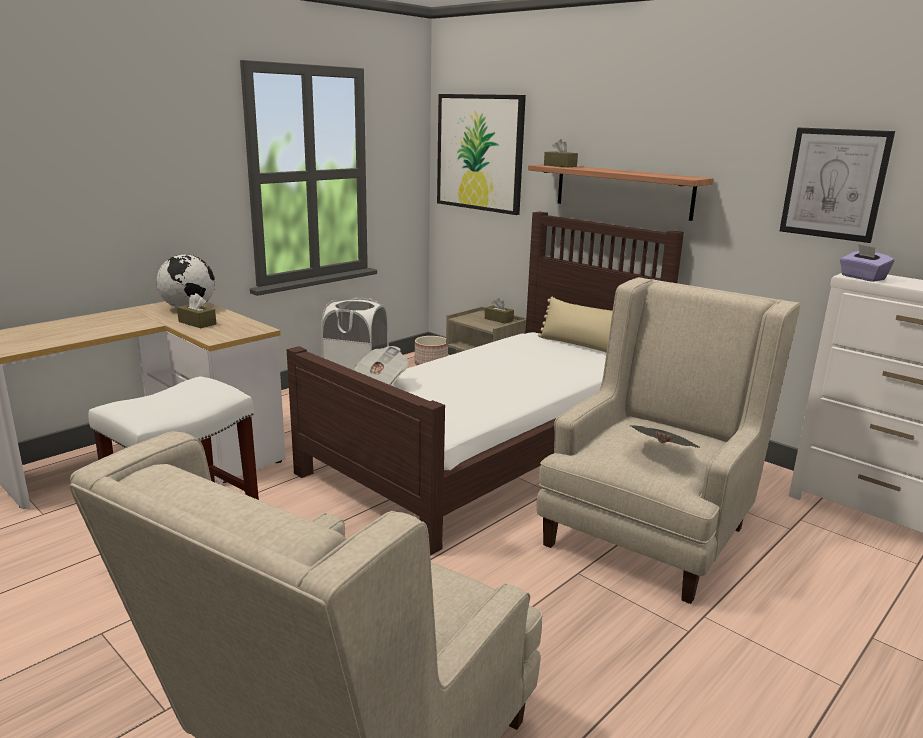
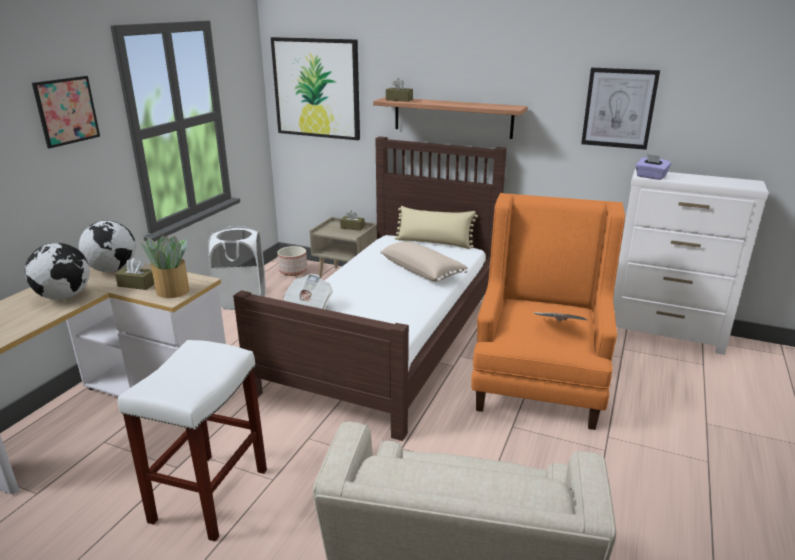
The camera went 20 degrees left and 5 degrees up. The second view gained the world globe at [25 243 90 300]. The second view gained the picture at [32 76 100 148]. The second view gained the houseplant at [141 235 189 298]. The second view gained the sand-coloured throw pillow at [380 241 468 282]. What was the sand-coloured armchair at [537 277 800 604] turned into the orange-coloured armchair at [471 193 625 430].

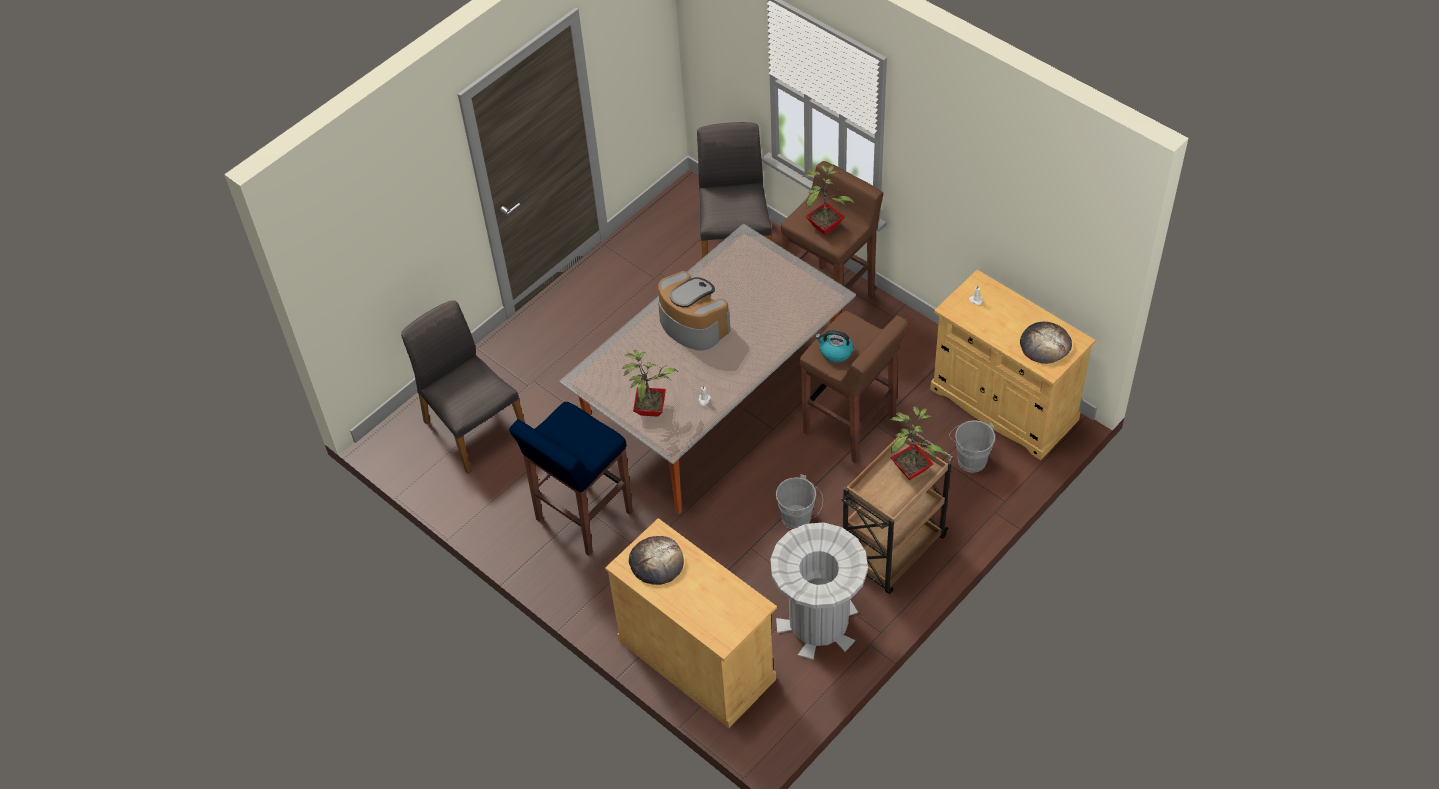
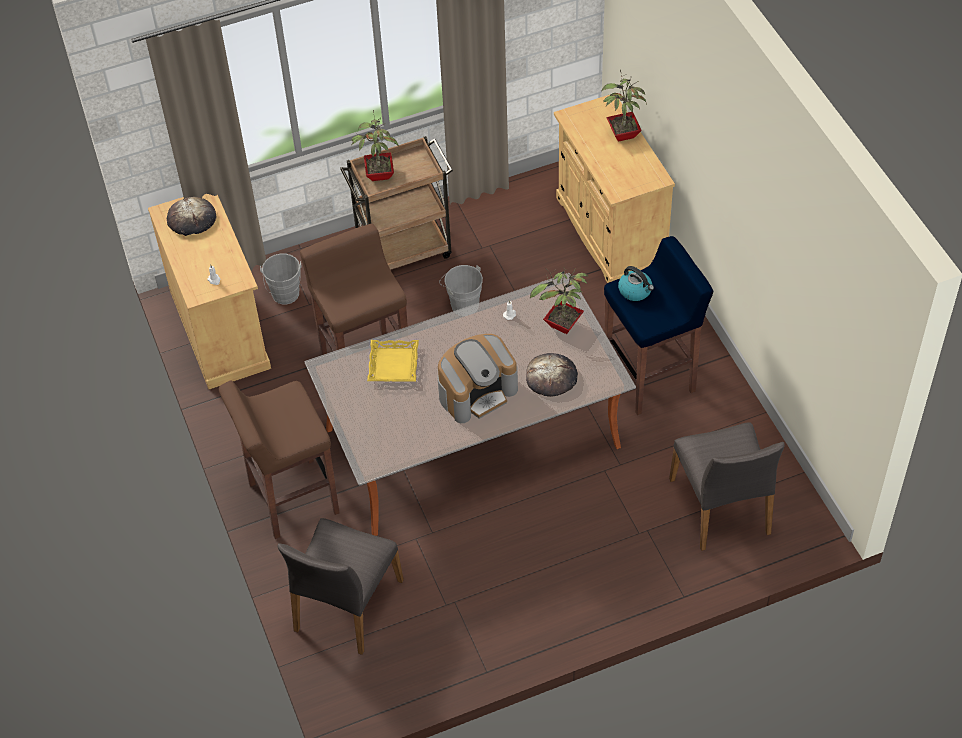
The camera went 155 degrees left and 0 degrees up. The second view lost the gray waste bin at [770 523 868 660]. The second view gained the yellow tray at [367 340 419 382]. The bakery bread ended up elsewhere, having gone from [629 536 684 585] to [526 353 578 397]. The houseplant ended up elsewhere, having gone from [803 165 855 235] to [601 70 647 142]. The tea kettle ended up elsewhere, having gone from [815 330 853 362] to [618 266 654 301]. The coffee maker at [658 271 730 351] ended up facing another way, 105 degrees counterclockwise from before.

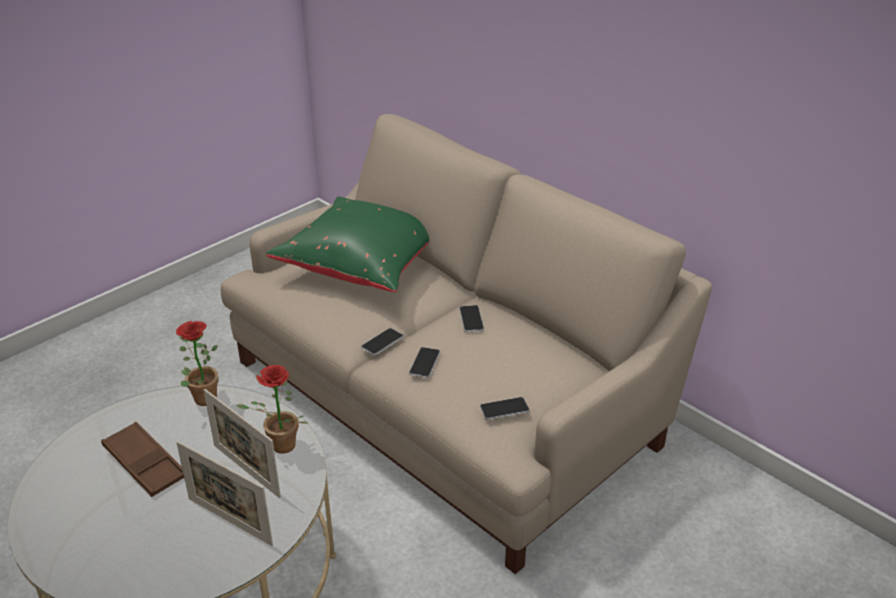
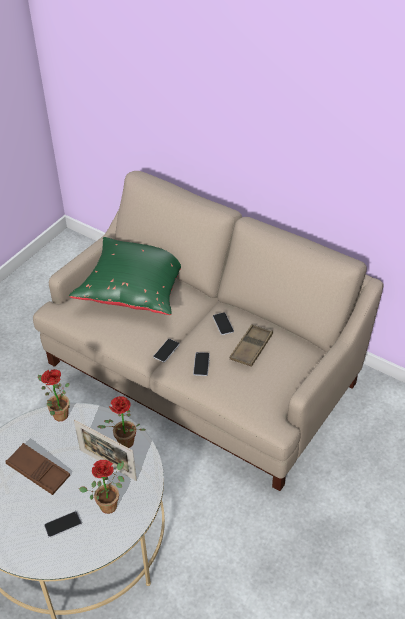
The camera went 10 degrees left and 10 degrees up. The second view gained the brown tray at [230 324 273 367]. The handset ended up elsewhere, having gone from [480 397 530 420] to [44 511 82 538]. Where the photo frame stood at [176 441 273 546], the houseplant came to stand at [79 460 124 514].

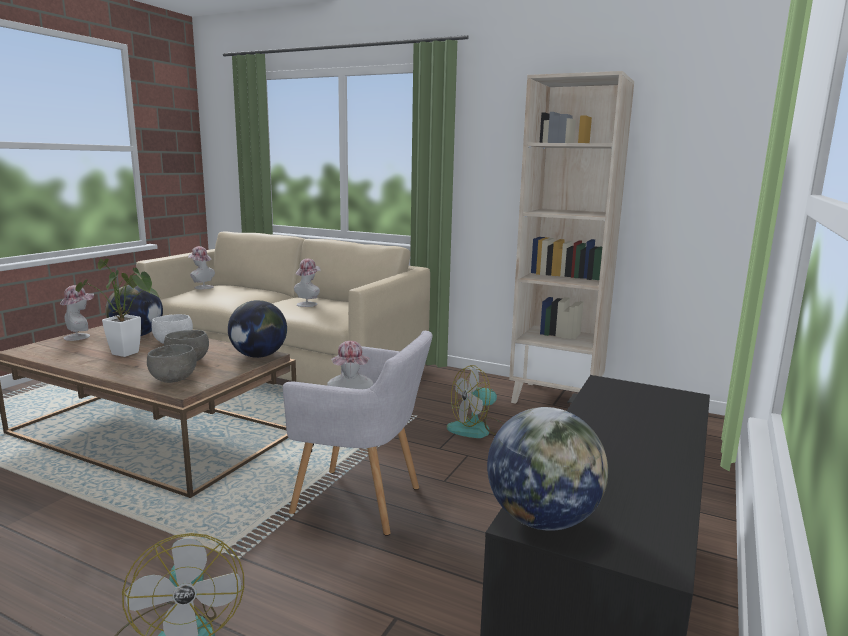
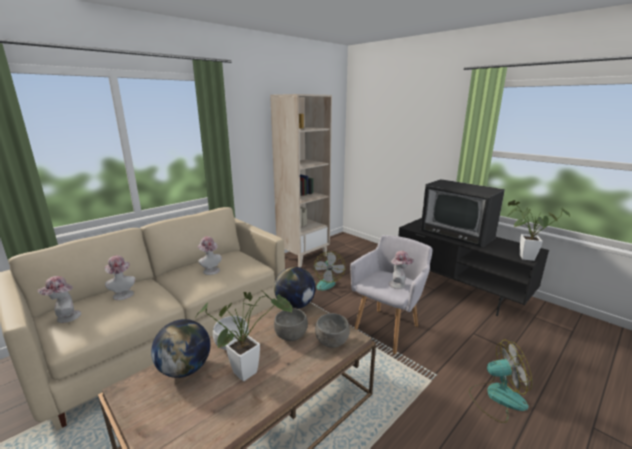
The camera went 70 degrees left and 5 degrees up. The second view gained the television at [421 179 505 247]. The hat ended up elsewhere, having gone from [60 285 94 341] to [105 255 135 300]. Where the world globe stood at [487 407 608 531], the houseplant came to stand at [507 200 570 261].

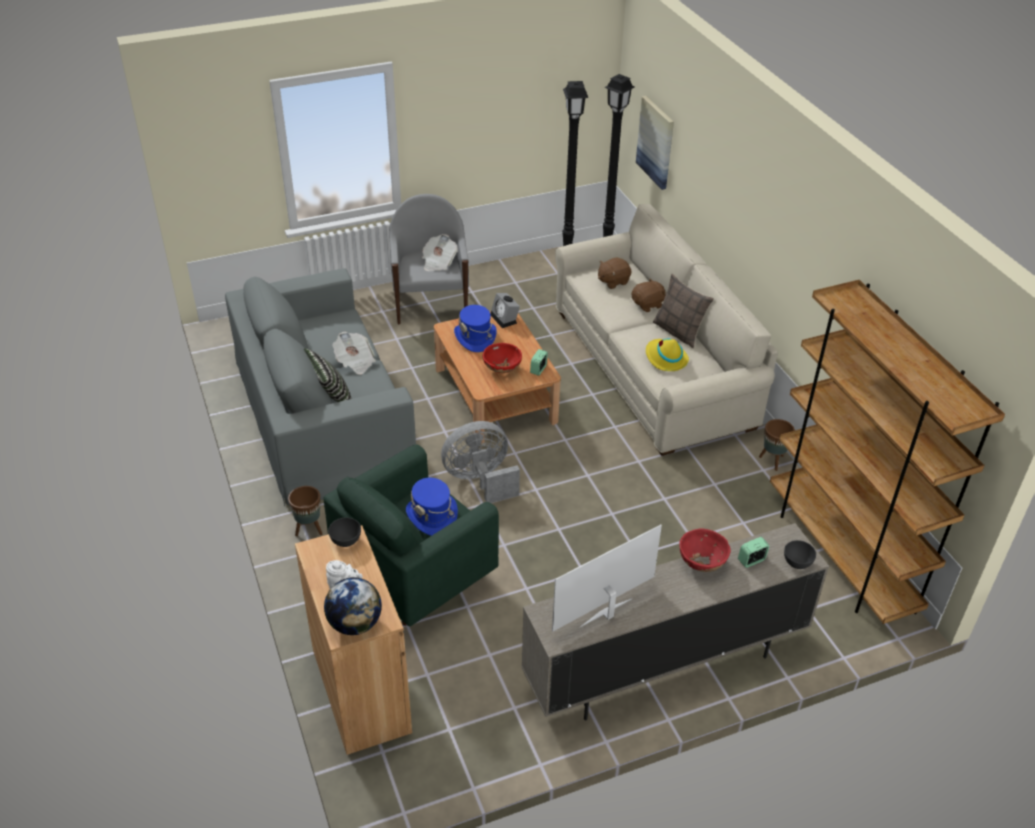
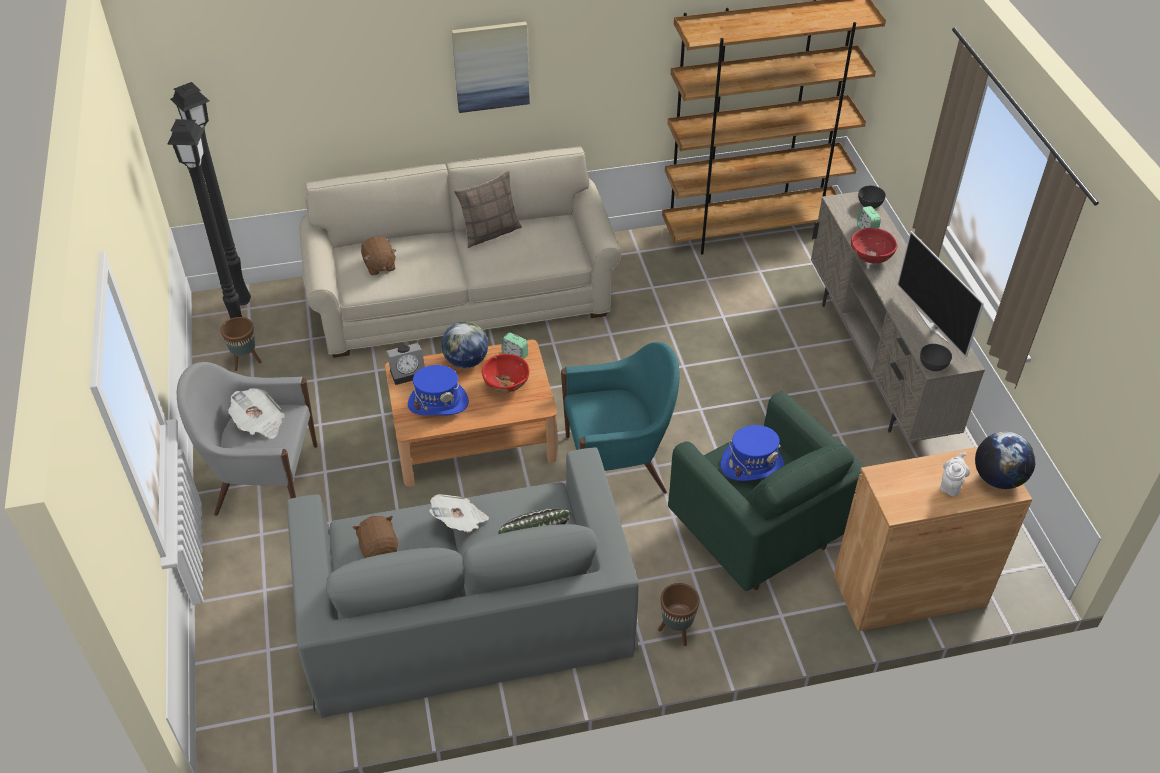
The camera went 80 degrees left and 5 degrees up. The second view lost the yellow hat at [646 339 689 371]. The second view gained the world globe at [441 321 488 368]. The gray bowl ended up elsewhere, having gone from [328 517 361 547] to [920 344 952 371]. The brown cuddly toy ended up elsewhere, having gone from [632 279 666 312] to [353 516 398 558]. The picture ended up elsewhere, having gone from [636 96 674 190] to [452 22 530 113]. The brown plant pot ended up elsewhere, having gone from [759 419 795 471] to [221 317 261 371]. Where the gray fan stood at [441 421 520 503], the turquoise armchair came to stand at [561 342 680 494].

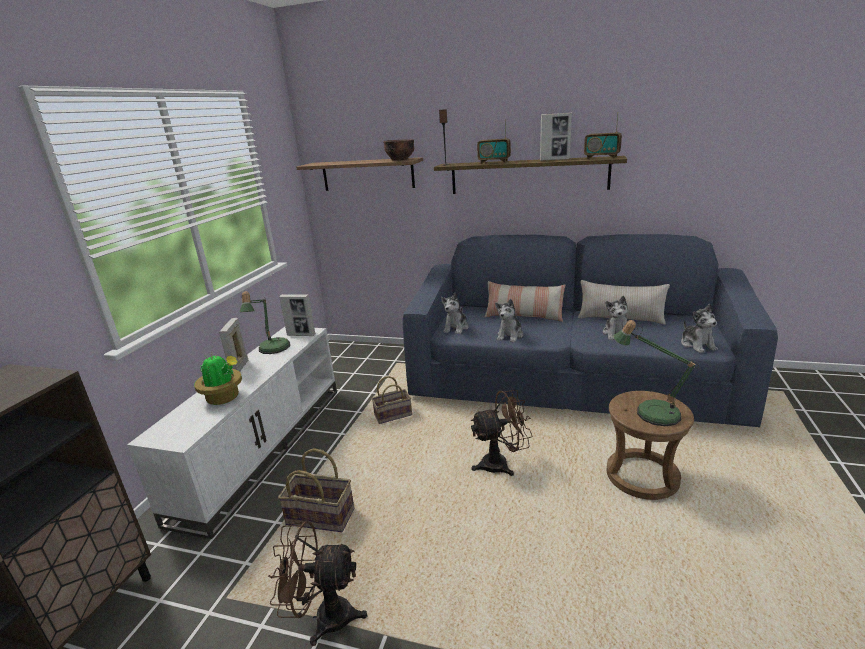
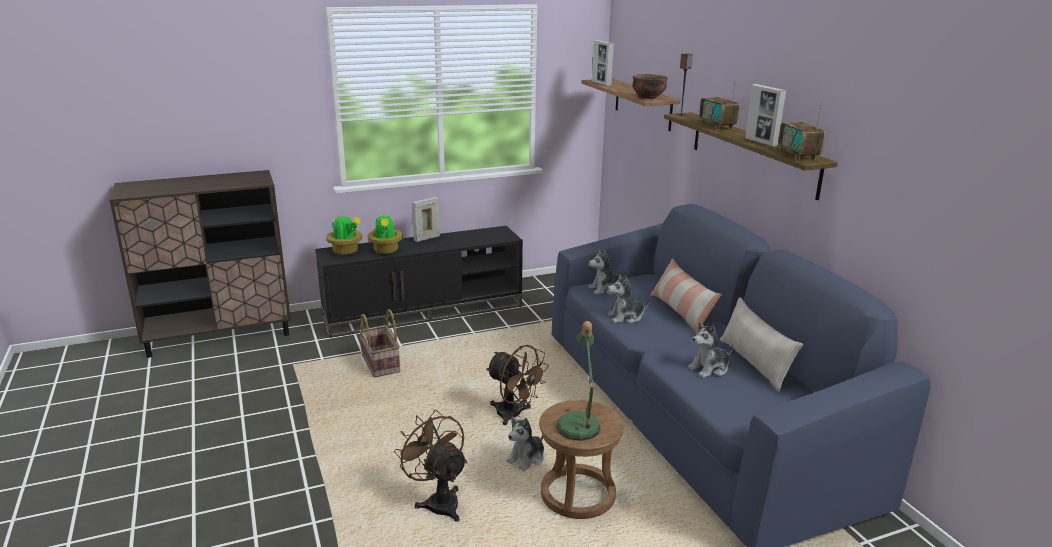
The camera went 50 degrees right and 0 degrees up. The second view lost the lamp for a table at [239 291 290 354]. The second view lost the household basket at [371 376 412 424]. The second view gained the houseplant at [326 214 362 255]. The brown fan ended up elsewhere, having gone from [268 521 367 646] to [394 410 467 522]. The photo frame ended up elsewhere, having gone from [279 294 315 336] to [592 40 614 86]. The cuddly toy ended up elsewhere, having gone from [681 304 718 353] to [507 416 544 471]. What was the white-coloured tv stand at [127 327 337 539] turned into the blackish tv stand at [315 226 523 338].

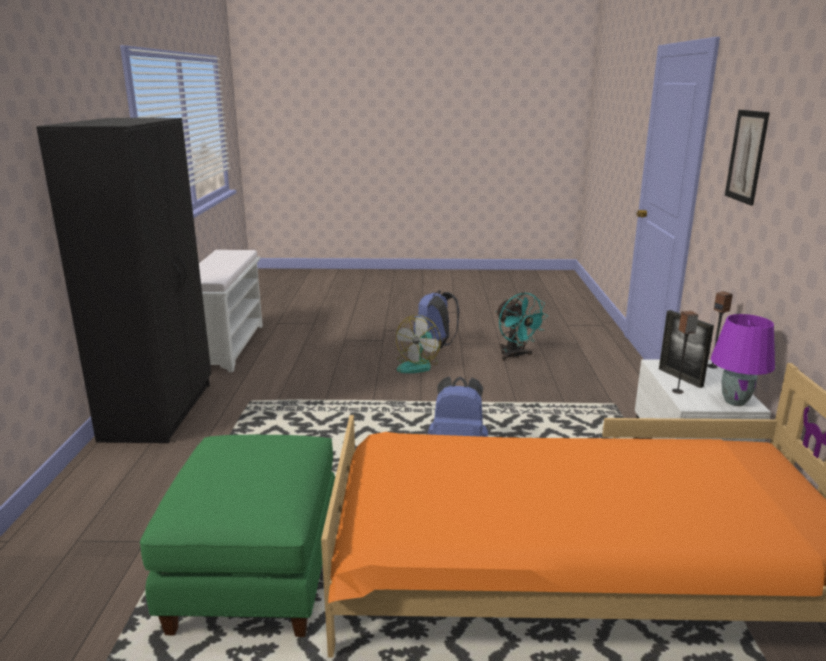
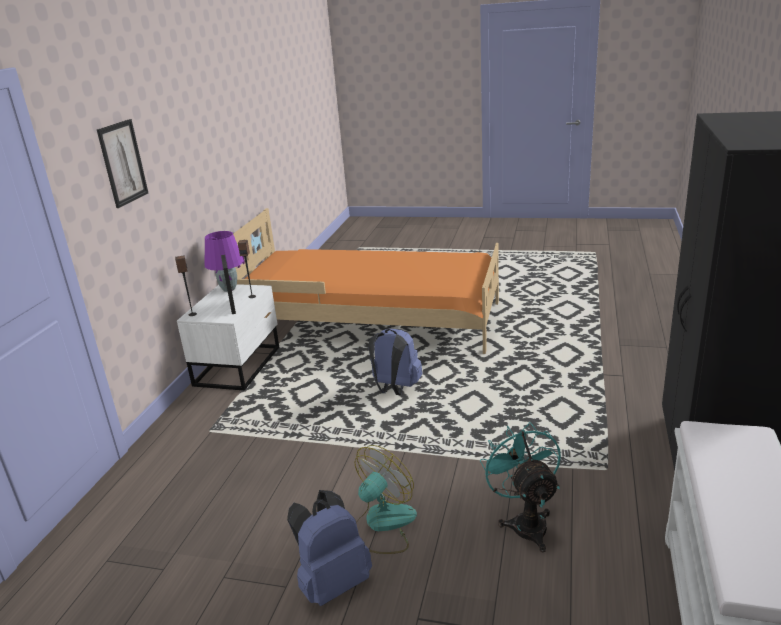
The camera went 165 degrees left and 5 degrees up. The second view lost the green footrest at [140 435 335 637]. The turquoise fan ended up elsewhere, having gone from [496 292 548 361] to [480 422 561 553].

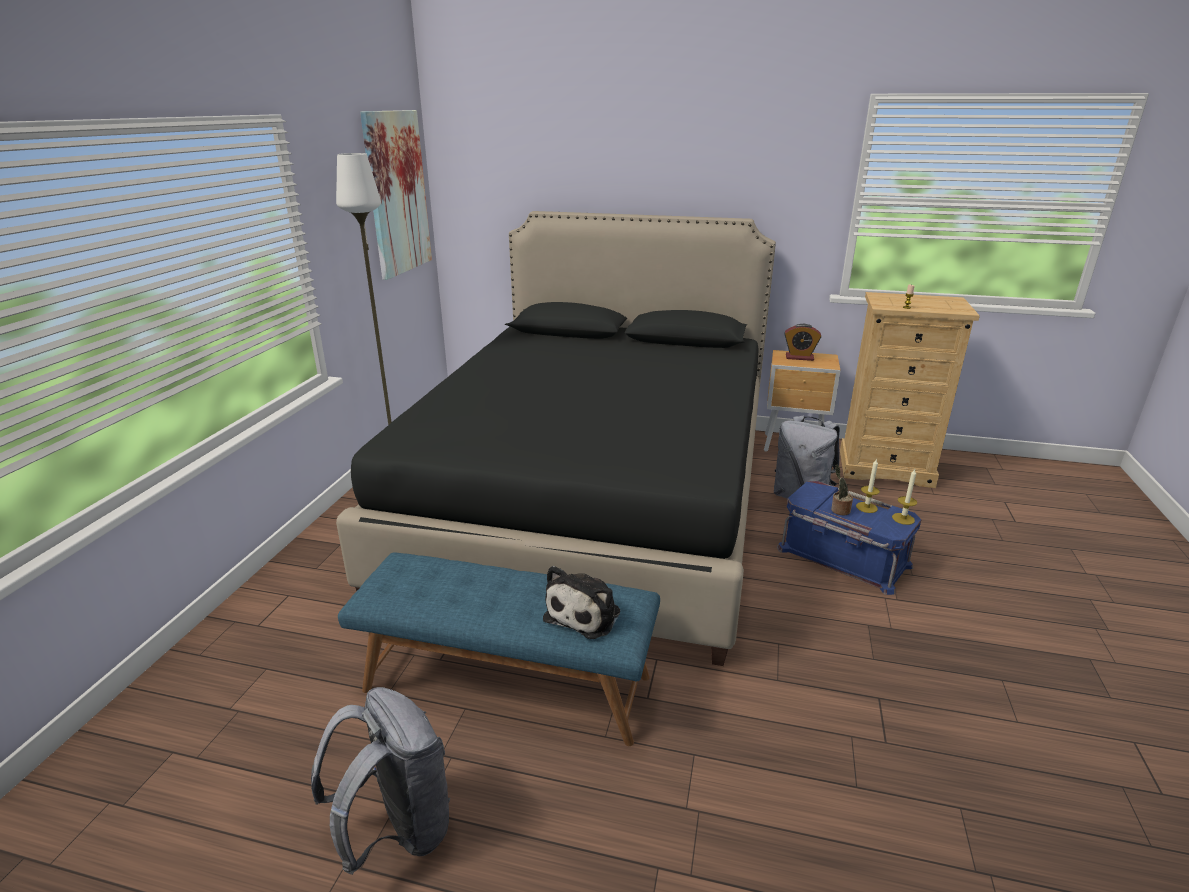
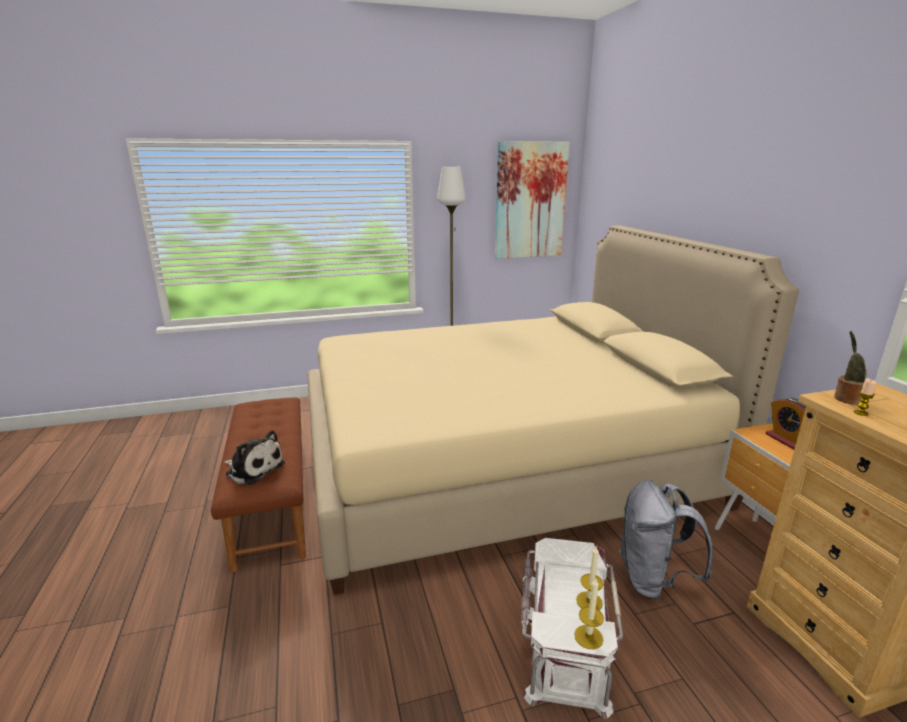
The camera went 60 degrees right and 5 degrees down. The second view lost the gray backpack at [311 687 450 875]. The houseplant ended up elsewhere, having gone from [831 465 853 516] to [834 331 867 405]. What was the blackish sleeping bed at [336 211 776 666] turned into the sand-coloured sleeping bed at [307 226 799 595]. What was the blue bench at [338 552 660 746] turned into the brown bench at [211 397 306 572]. What was the blue storage container at [777 481 921 595] turned into the white-coloured storage container at [521 538 623 719]. The cuddly toy at [543 566 620 639] ended up facing another way, 150 degrees counterclockwise from before.

